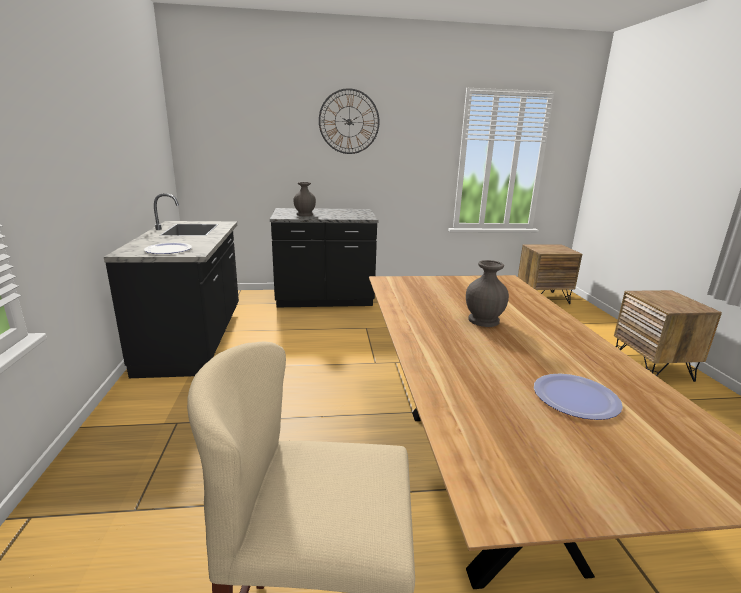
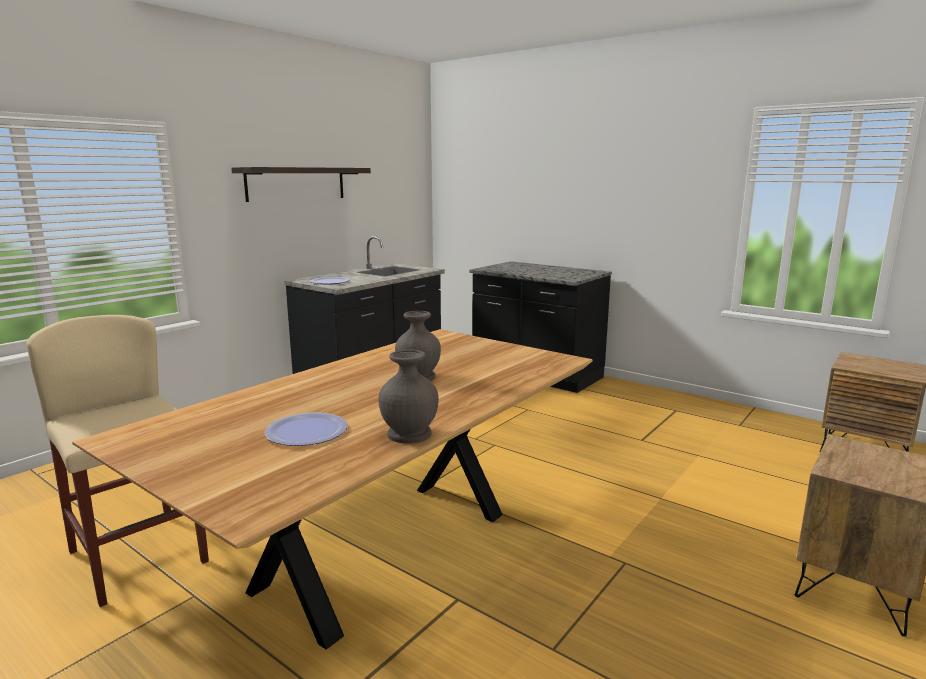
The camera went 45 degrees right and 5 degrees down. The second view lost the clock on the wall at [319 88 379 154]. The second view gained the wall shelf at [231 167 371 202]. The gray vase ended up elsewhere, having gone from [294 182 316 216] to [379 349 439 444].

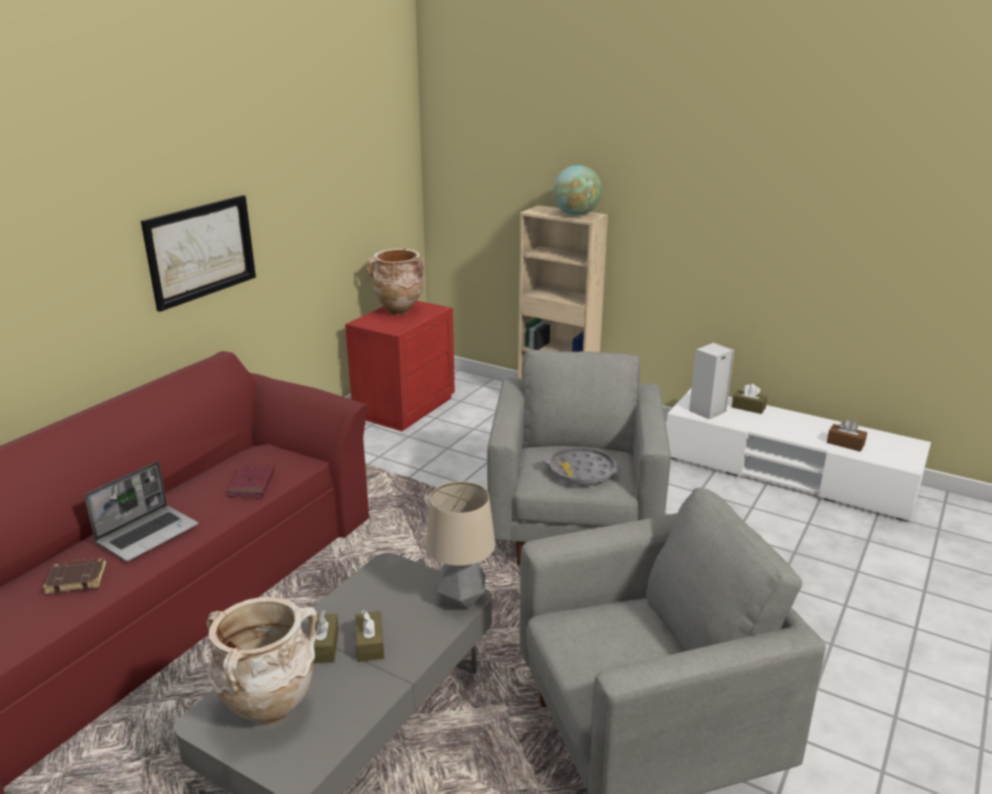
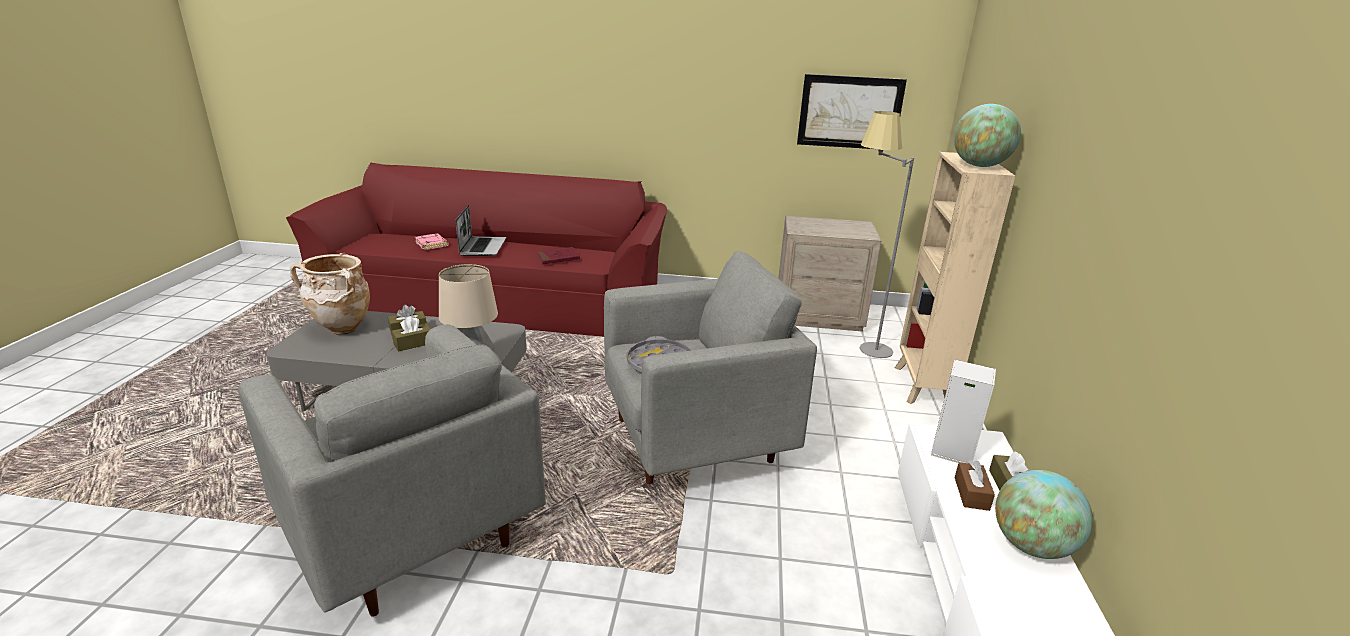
The camera went 65 degrees right and 0 degrees up. The second view lost the sand-coloured vase at [367 247 425 315]. The second view gained the gray floor lamp at [860 111 914 358]. The second view gained the world globe at [995 470 1093 559]. The picture ended up elsewhere, having gone from [141 195 256 312] to [797 74 907 149]. The brown box of tissues ended up elsewhere, having gone from [827 419 867 452] to [955 460 995 511]. What was the brown book at [43 557 106 594] turned into the pink book at [414 233 449 250]. What was the red night table at [345 301 455 431] turned into the sand-coloured night table at [778 216 881 332]. The laptop at [84 462 198 561] ended up facing another way, 105 degrees counterclockwise from before.

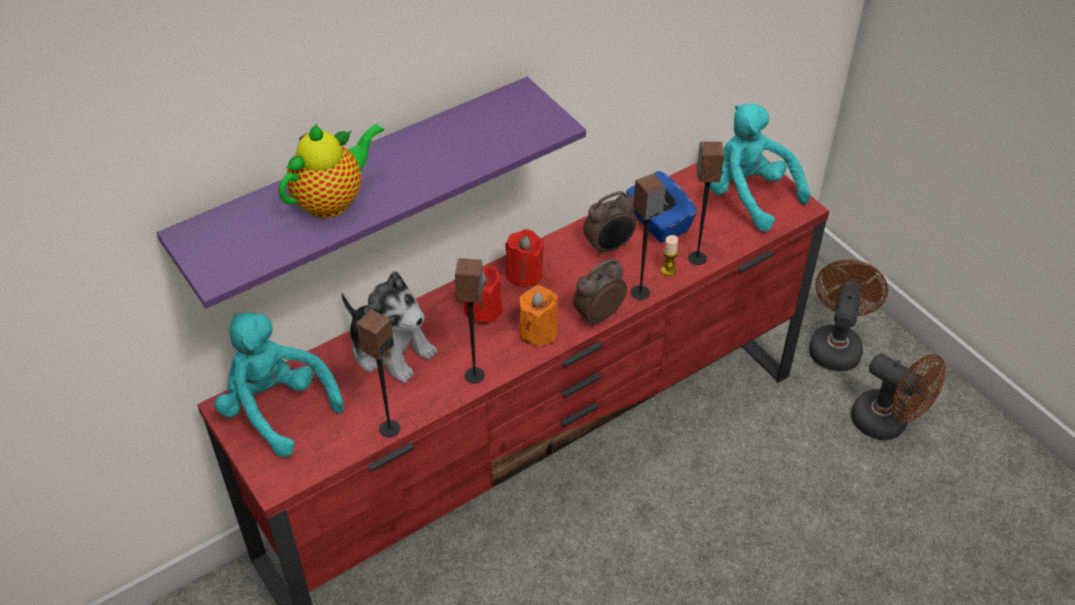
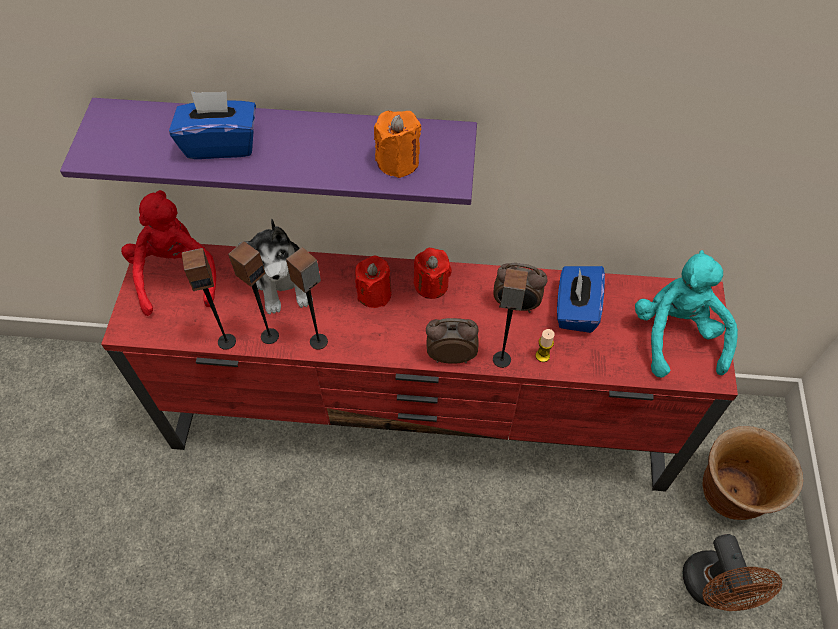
The camera went 40 degrees right and 10 degrees up. The orange-coloured wax candle ended up elsewhere, having gone from [519 285 558 346] to [374 111 421 178]. The speaker ended up elsewhere, having gone from [688 142 724 265] to [228 241 279 344]. Where the pot for tea stood at [279 123 384 218], the blue box of tissues came to stand at [169 91 256 159]. Where the brown fan stood at [809 259 888 371], the brown plant pot came to stand at [703 426 803 520]. What was the turquoise cuddly toy at [214 312 344 457] turned into the red cuddly toy at [121 190 216 316].

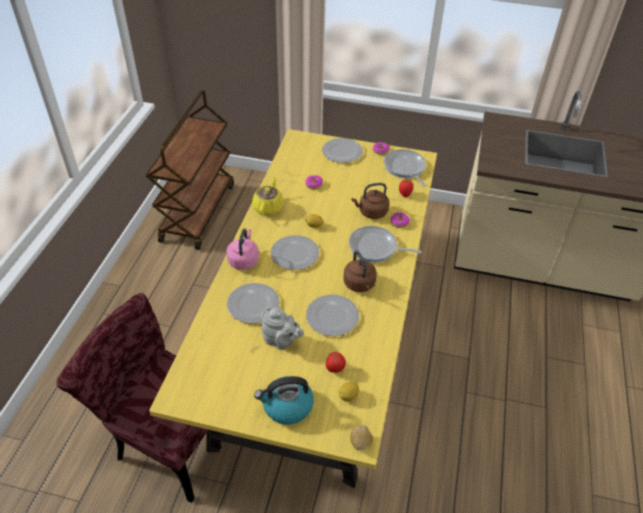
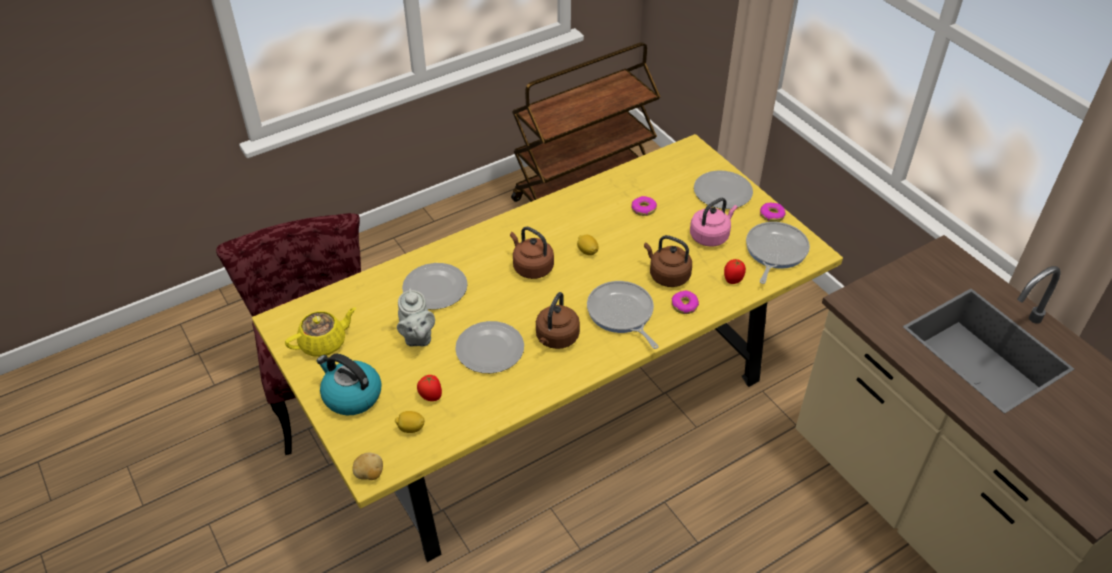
The camera went 45 degrees right and 0 degrees up. The pink tea kettle ended up elsewhere, having gone from [226 228 259 270] to [690 198 738 247]. The yellow pot for tea ended up elsewhere, having gone from [252 176 284 215] to [285 307 356 357]. Where the flat dish stood at [271 235 319 270], the brown tea kettle came to stand at [510 227 554 279].

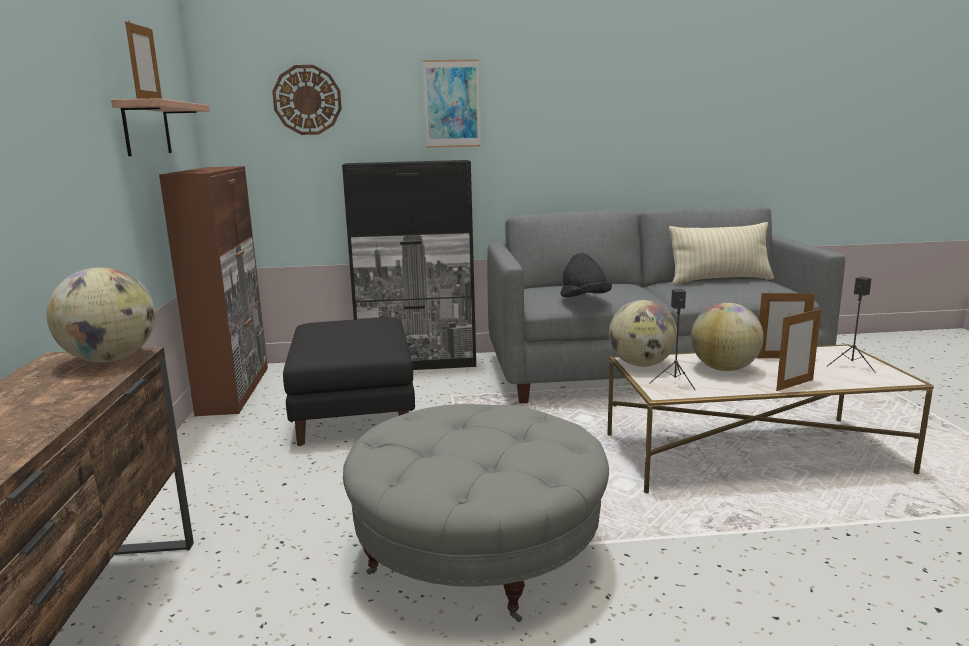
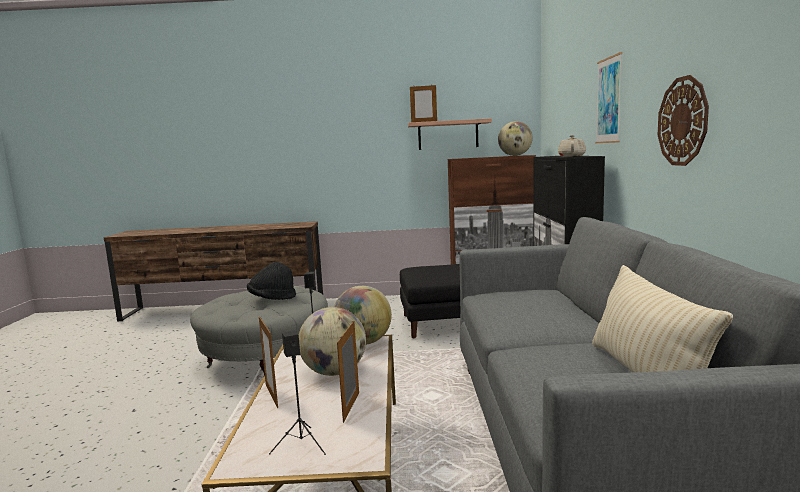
The camera went 95 degrees right and 5 degrees down. The second view gained the sand-coloured pot for tea at [558 135 586 157]. The world globe ended up elsewhere, having gone from [47 267 155 362] to [498 121 533 156]. The clock on the wall ended up elsewhere, having gone from [272 65 342 135] to [658 75 709 166]. The blackish hat ended up elsewhere, having gone from [561 253 612 297] to [247 262 296 300].

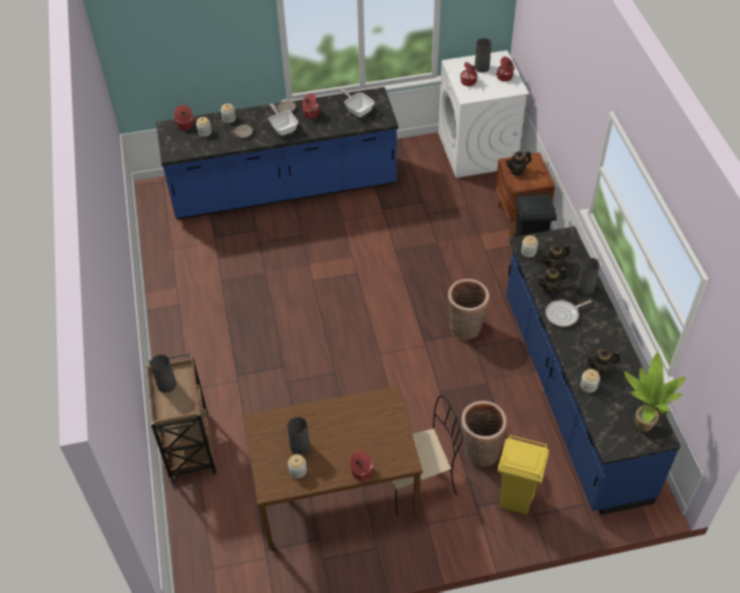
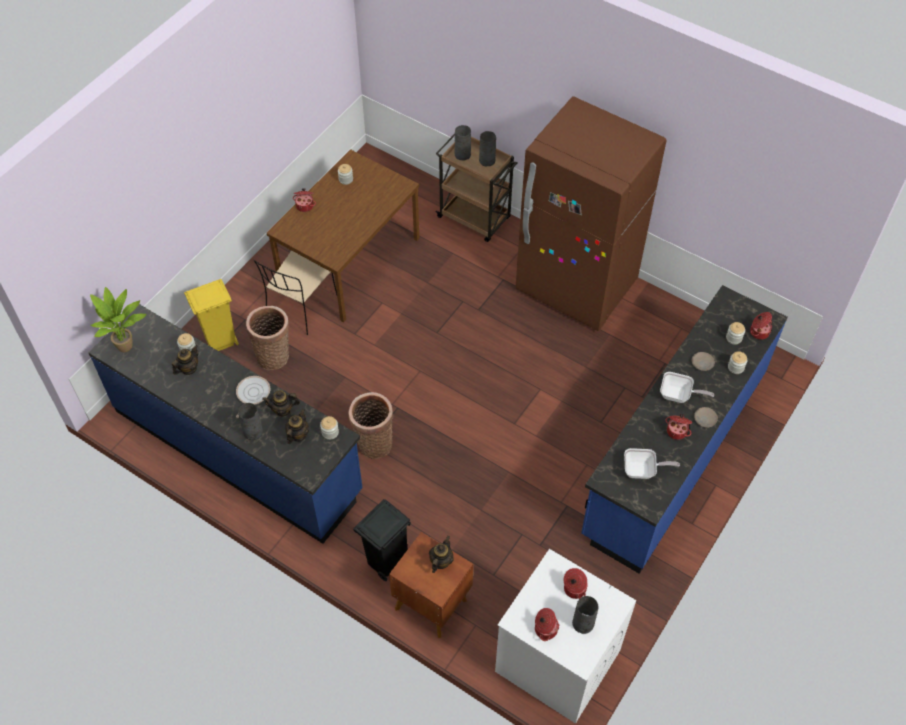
The camera went 135 degrees right and 5 degrees up. The second view gained the brown kitchen fridge at [515 96 667 331]. The gray vase ended up elsewhere, having gone from [287 417 310 455] to [455 125 471 161]. The pot for tea at [537 267 567 294] ended up facing another way, 120 degrees counterclockwise from before.

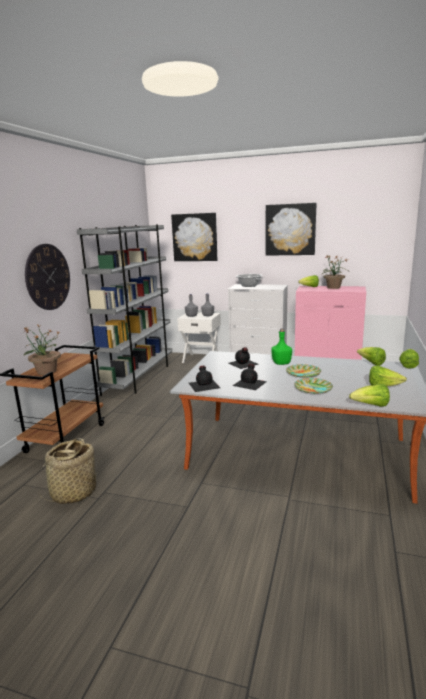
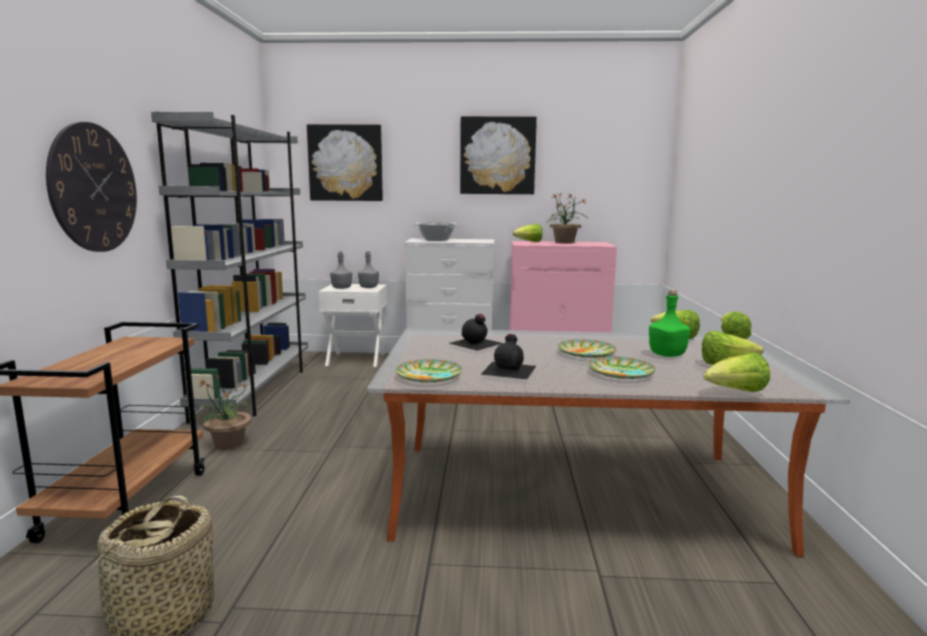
The camera went 15 degrees left and 5 degrees down. The houseplant ended up elsewhere, having gone from [23 325 61 375] to [197 375 251 450]. The green drink bottle ended up elsewhere, having gone from [271 328 292 365] to [649 290 691 357]. Where the blackish drink bottle stood at [189 366 220 392], the flat dish came to stand at [395 359 462 383].

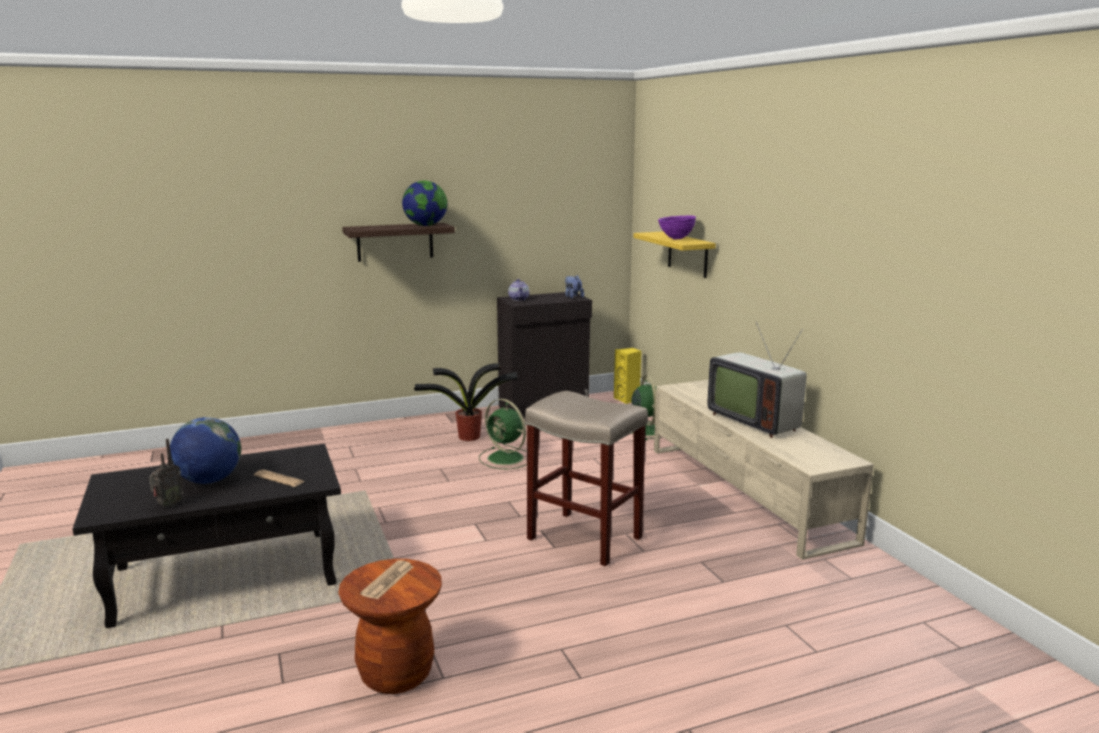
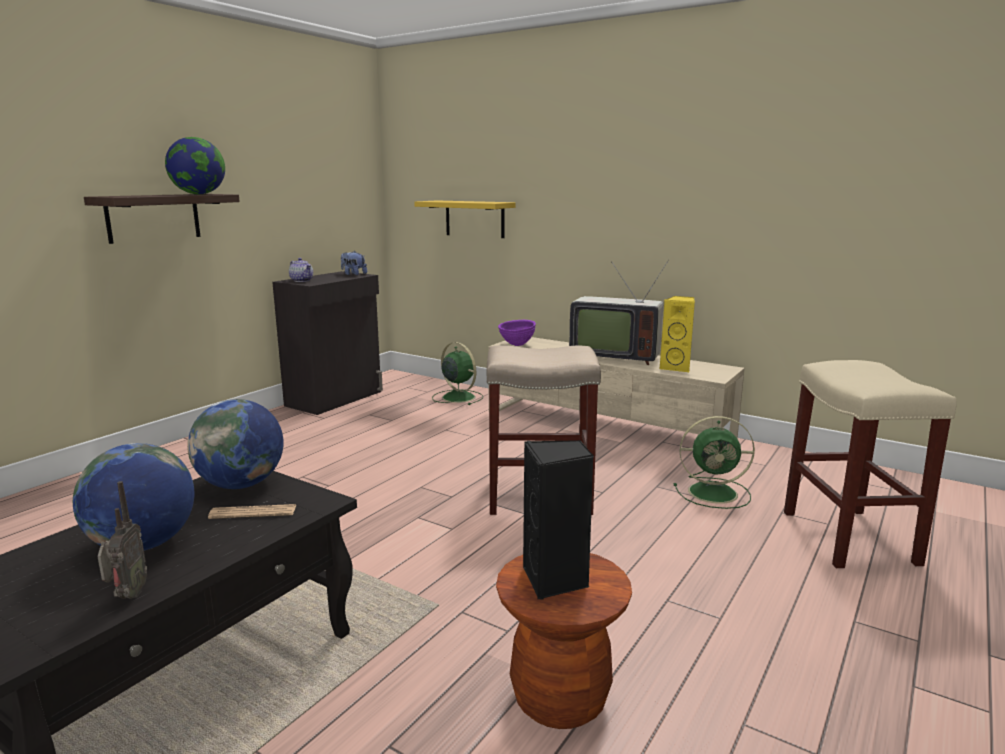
The camera went 35 degrees left and 0 degrees up. The second view lost the houseplant at [414 363 517 441]. The second view gained the world globe at [187 399 284 489]. The second view gained the sand-coloured stool seat at [784 360 957 568]. The green fan ended up elsewhere, having gone from [479 399 527 469] to [674 416 755 509]. The yellow speaker ended up elsewhere, having gone from [614 348 641 404] to [659 296 695 372]. The purple-coloured bowl ended up elsewhere, having gone from [658 216 696 239] to [498 320 536 346]. Where the newspaper stood at [360 560 414 599], the blackish speaker came to stand at [523 440 594 600].

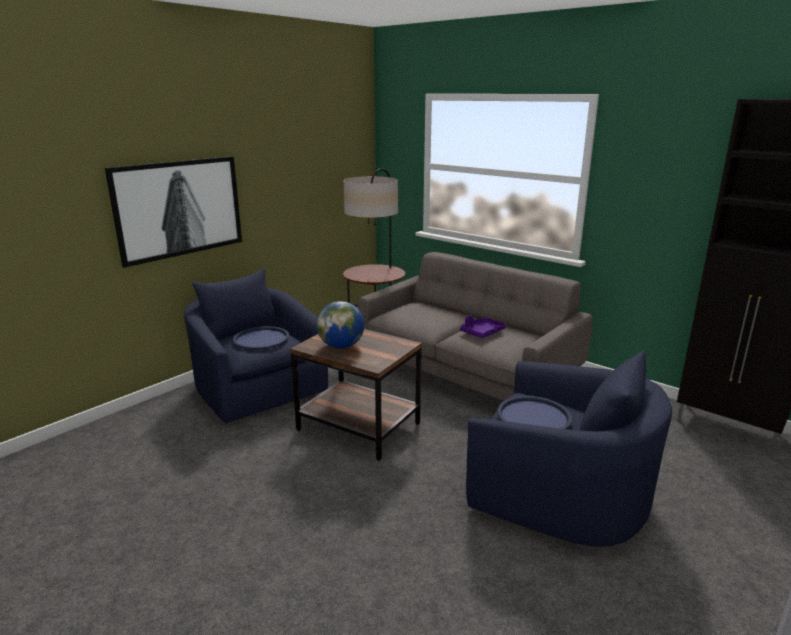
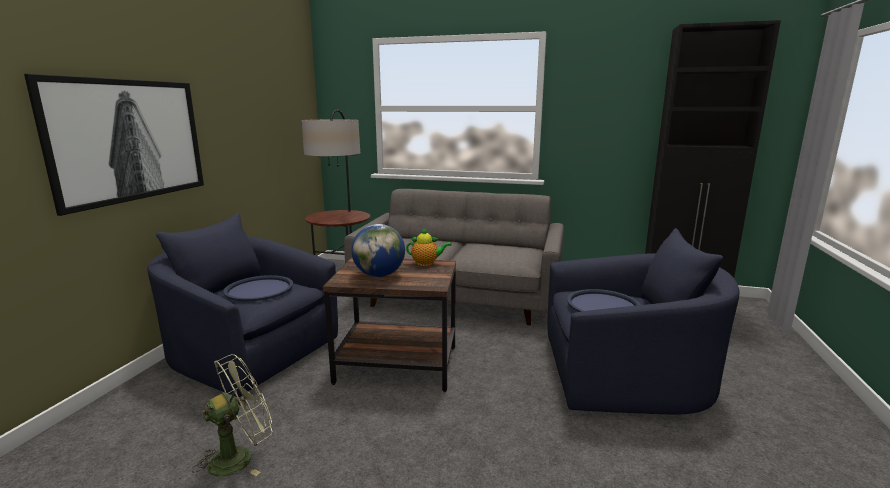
The camera went 25 degrees left and 5 degrees down. The second view lost the purple-coloured tray at [460 315 506 338]. The second view gained the green fan at [192 354 273 477]. The second view gained the pot for tea at [406 228 452 266].

